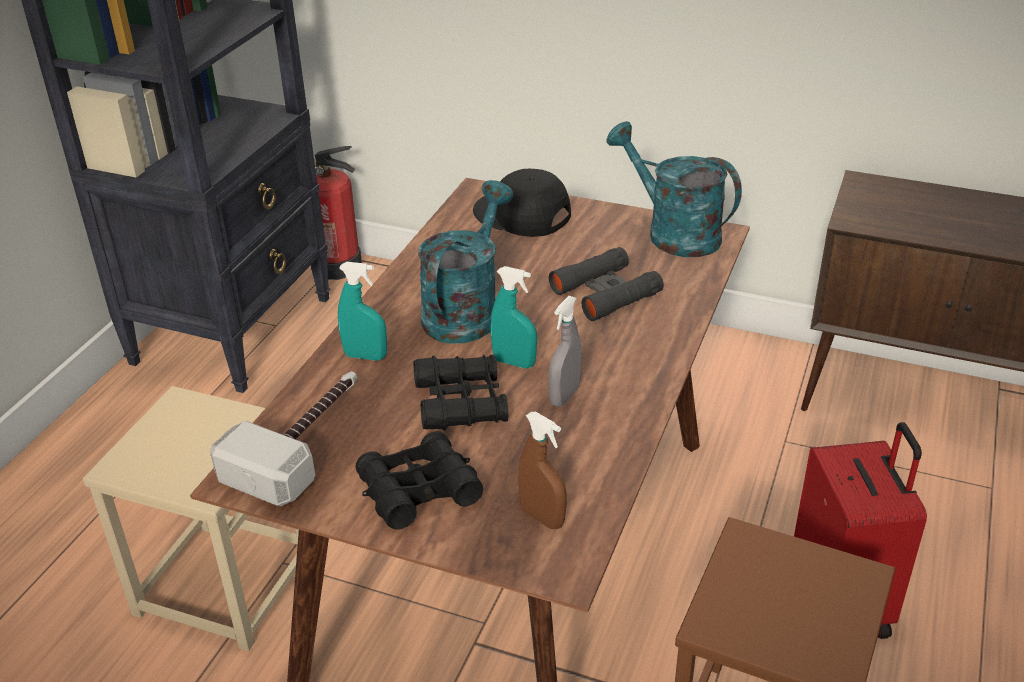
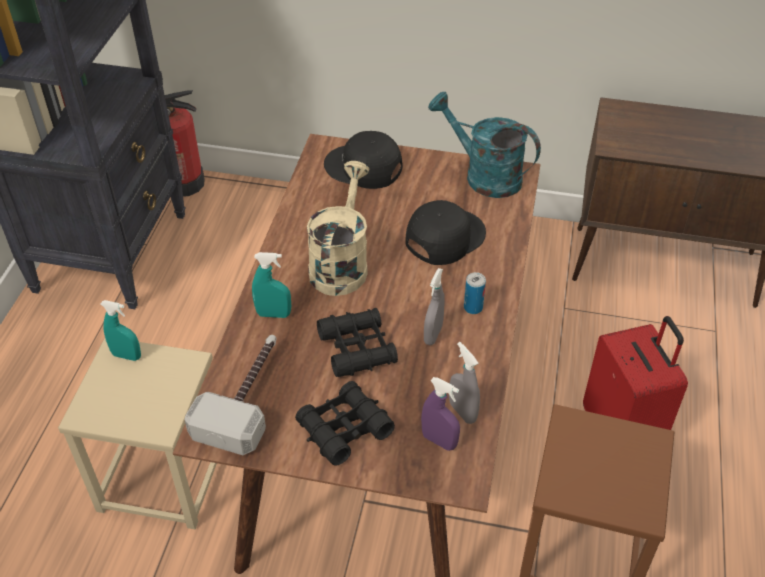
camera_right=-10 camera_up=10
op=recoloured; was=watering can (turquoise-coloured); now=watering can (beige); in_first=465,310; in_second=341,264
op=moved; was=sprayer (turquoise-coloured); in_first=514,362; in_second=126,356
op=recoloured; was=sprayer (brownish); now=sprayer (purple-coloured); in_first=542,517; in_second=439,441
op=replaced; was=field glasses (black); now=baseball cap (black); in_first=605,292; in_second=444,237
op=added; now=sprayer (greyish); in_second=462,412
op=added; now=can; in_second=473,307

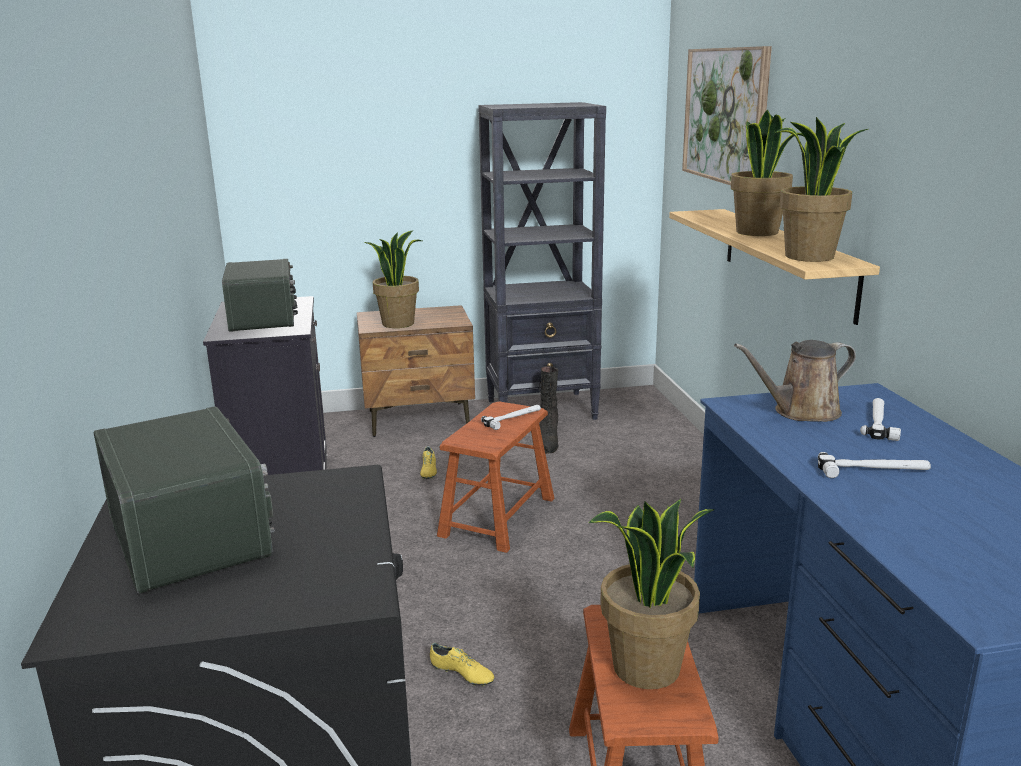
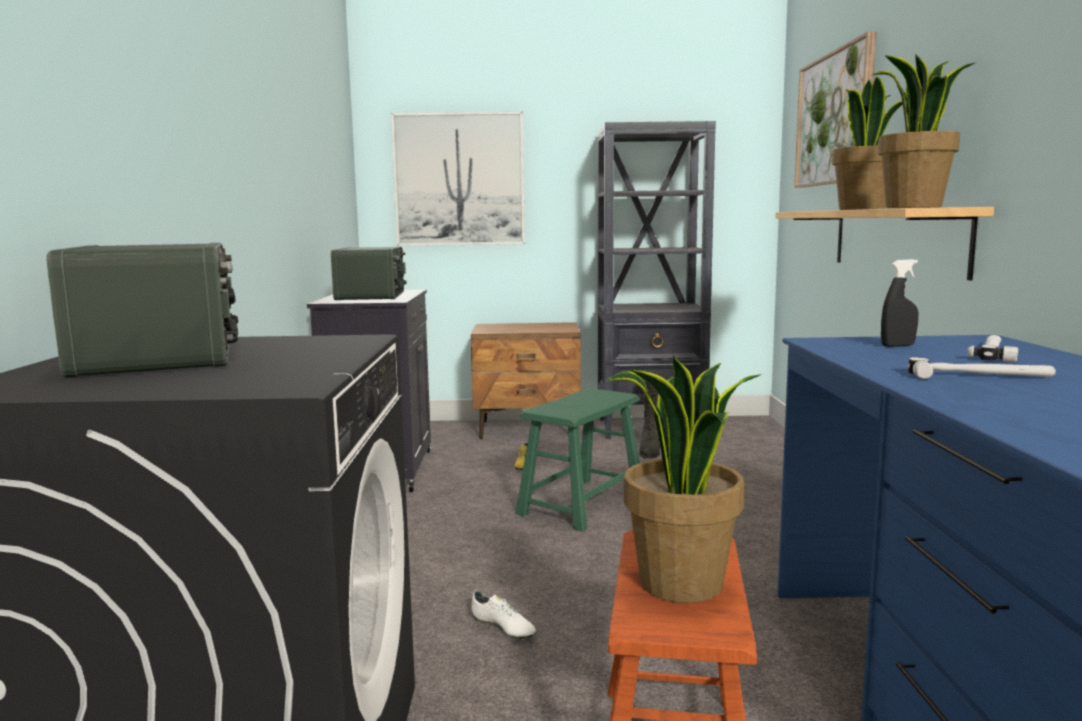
camera_right=10 camera_up=-10
op=removed; was=plant in a pot; in_first=398,323
op=recoloured; was=low shoe (yellowish); now=low shoe (white); in_first=462,674; in_second=503,628
op=recoloured; was=sitting stool (brownish); now=sitting stool (green); in_first=497,517; in_second=582,503
op=removed; was=hand hammer; in_first=513,419
op=replaced; was=watering can (brownish); now=sprayer (black); in_first=801,412; in_second=898,346
op=added; now=picture; in_second=459,179

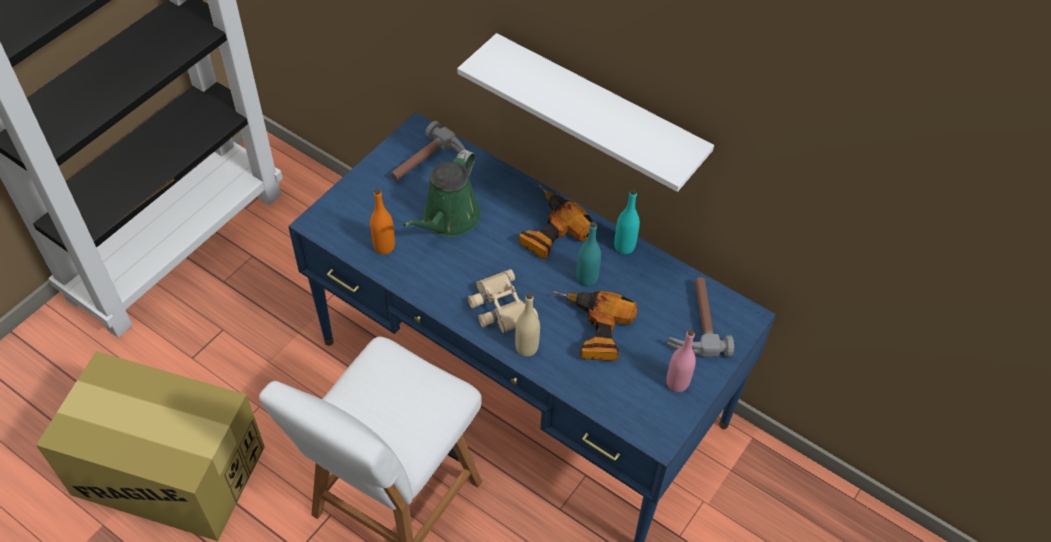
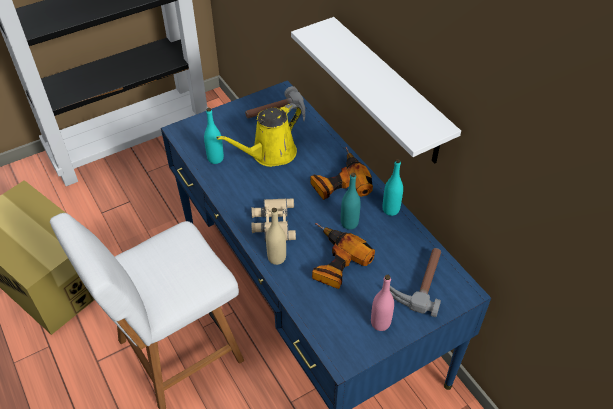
camera_right=25 camera_up=-5
op=recoloured; was=beverage bottle (orange-coloured); now=beverage bottle (turquoise-coloured); in_first=384,247; in_second=215,159
op=recoloured; was=watering can (green); now=watering can (yellowish); in_first=448,220; in_second=270,154

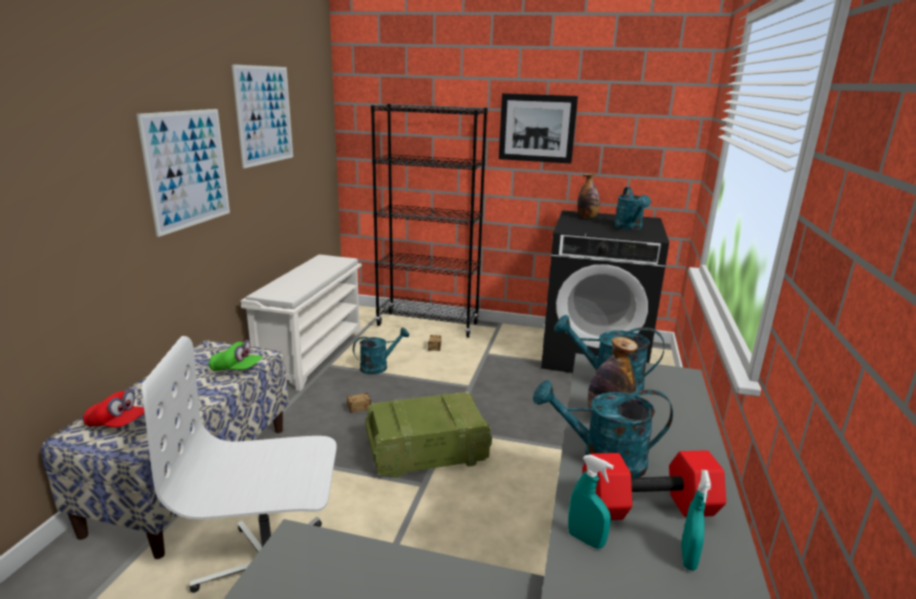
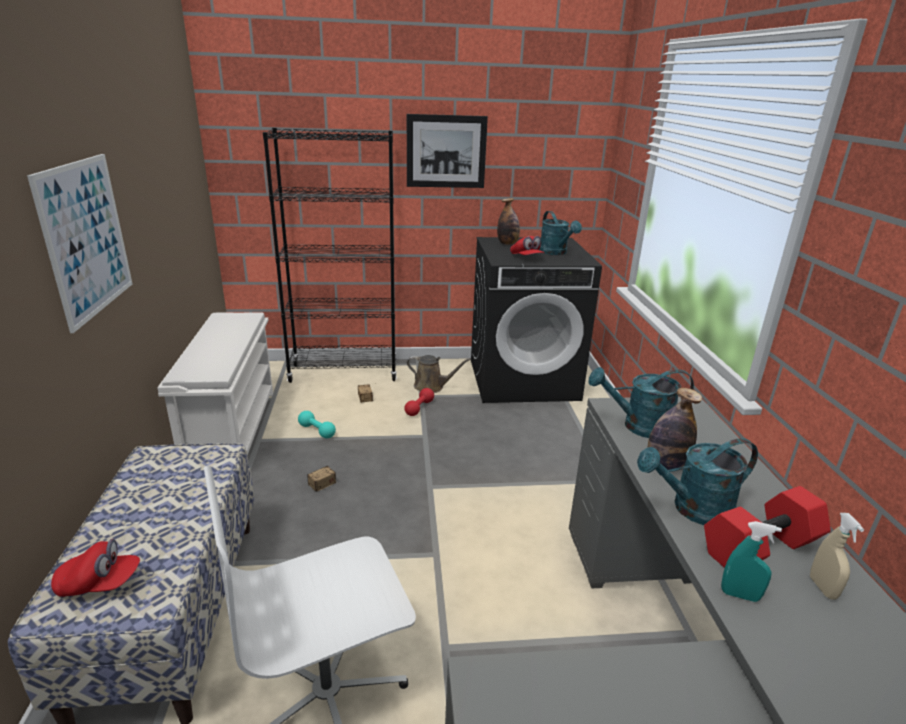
camera_right=-20 camera_up=5
op=removed; was=baseball cap (green); in_first=236,369
op=removed; was=picture; in_first=264,115
op=replaced; was=watering can (turquoise-coloured); now=dumbbell (turquoise-coloured); in_first=378,366; in_second=317,431
op=removed; was=shipping crate; in_first=428,451
op=recoloured; was=sprayer (turquoise-coloured); now=sprayer (beige); in_first=688,558; in_second=822,588
op=added; now=dumbbell (red); in_second=419,408
op=added; now=watering can (brownish); in_second=431,387
op=added; now=baseball cap (red); in_second=526,258

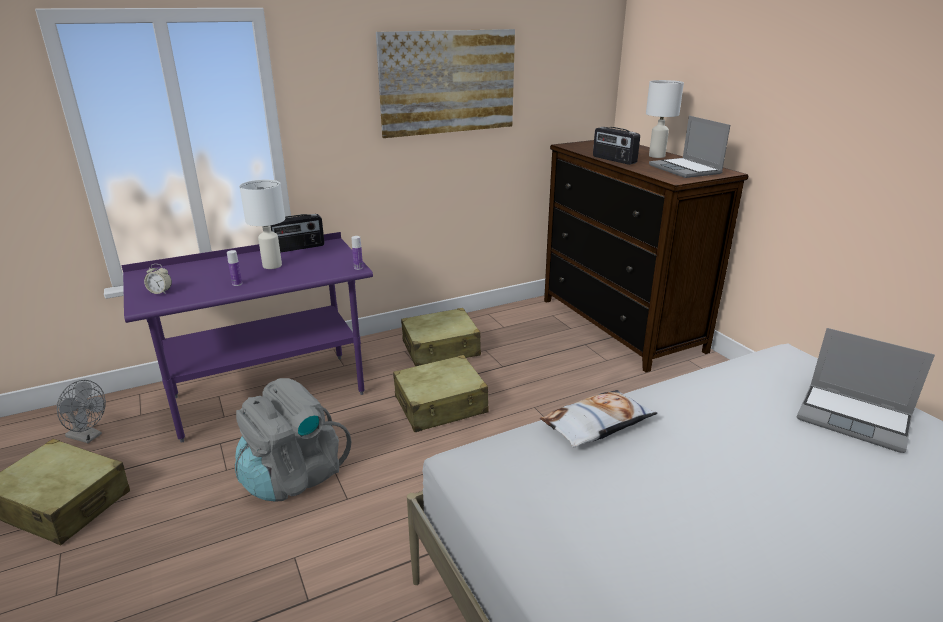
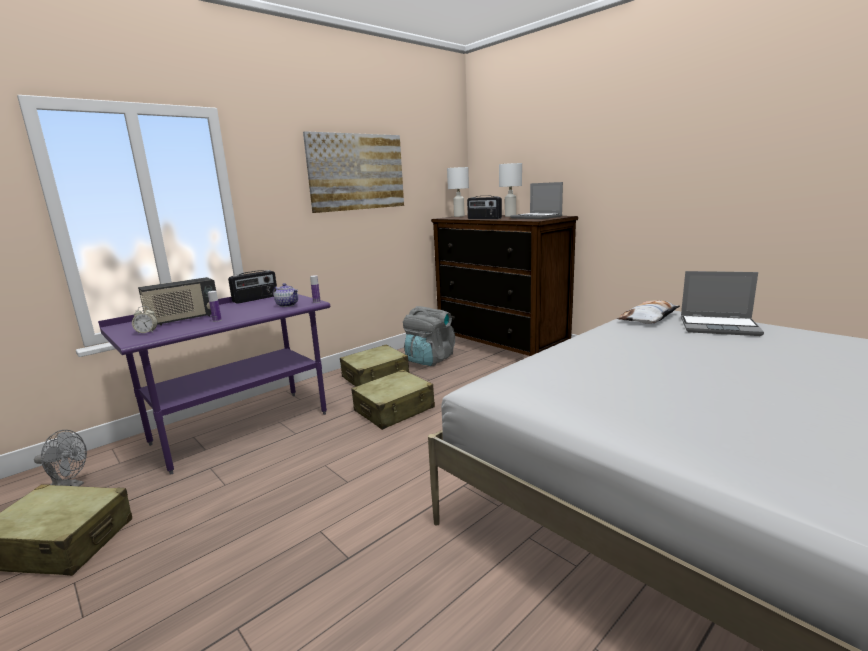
camera_right=-15 camera_up=-10
op=moved; was=knapsack (greyish); in_first=293,476; in_second=429,360
op=moved; was=table lamp (white); in_first=271,265; in_second=458,216
op=moved; was=throw pillow; in_first=597,425; in_second=649,318
op=added; now=radio receiver; in_second=183,319
op=added; now=teapot; in_second=287,305

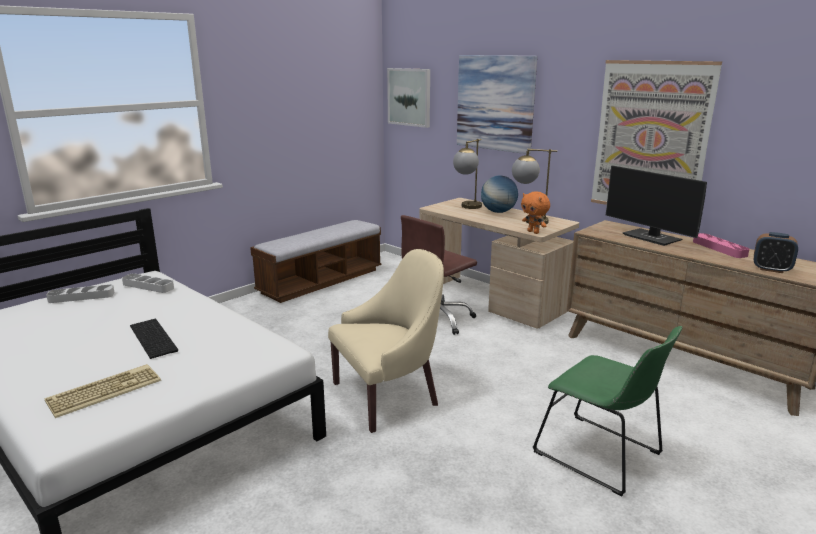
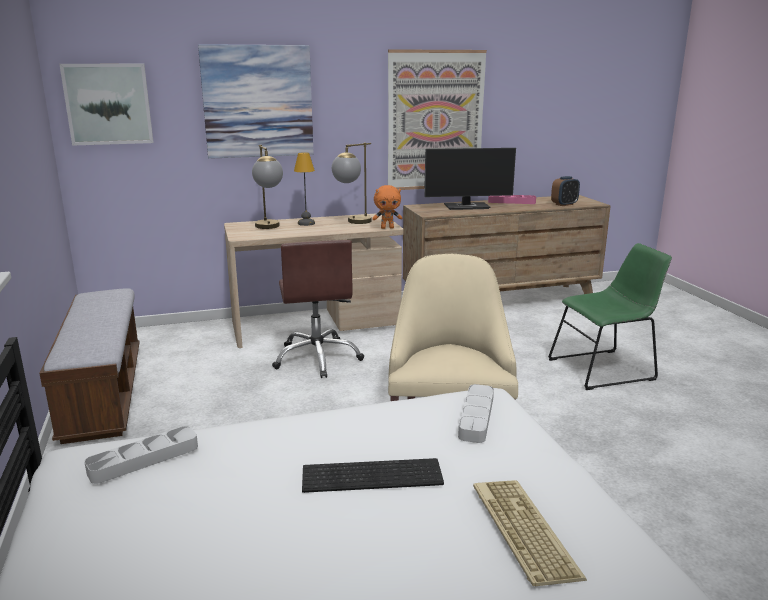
camera_right=-60 camera_up=0
op=moved; was=tray (greyish); in_first=81,297; in_second=476,417
op=replaced; was=globe; now=table lamp; in_first=498,212; in_second=305,223

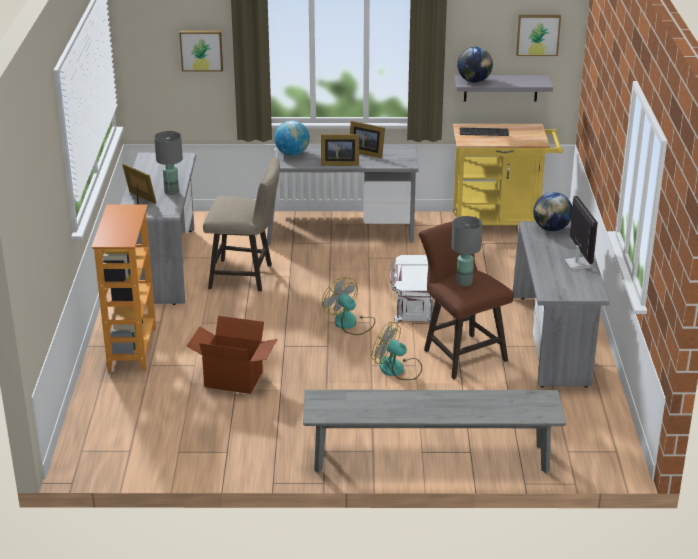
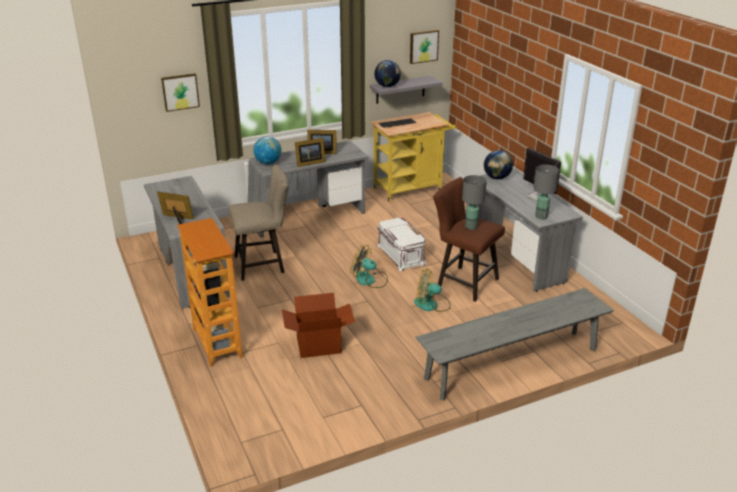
camera_right=-25 camera_up=0
op=moved; was=table lamp (greyish); in_first=172,192; in_second=541,216

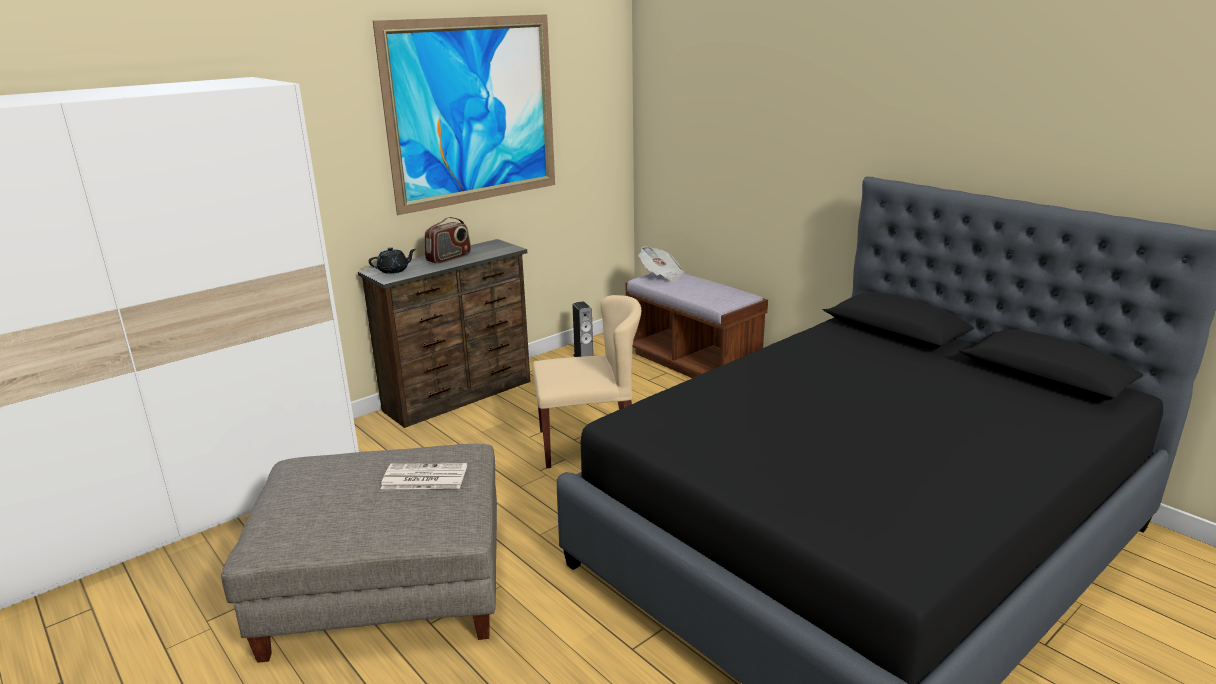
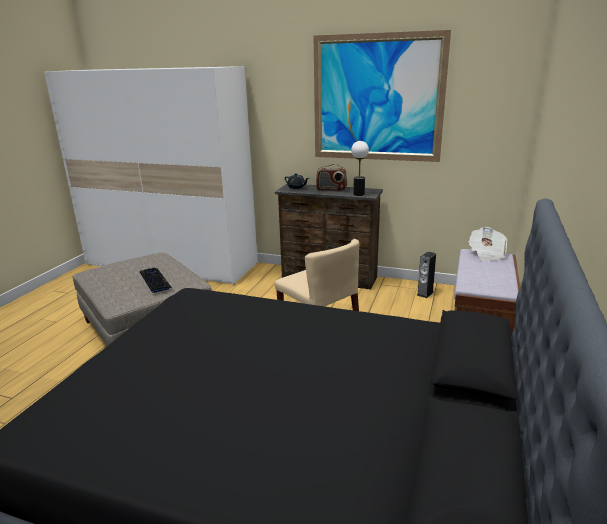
camera_right=60 camera_up=0
op=replaced; was=printed paper; now=computer keyboard; in_first=423,478; in_second=155,280
op=added; now=table lamp; in_second=359,194

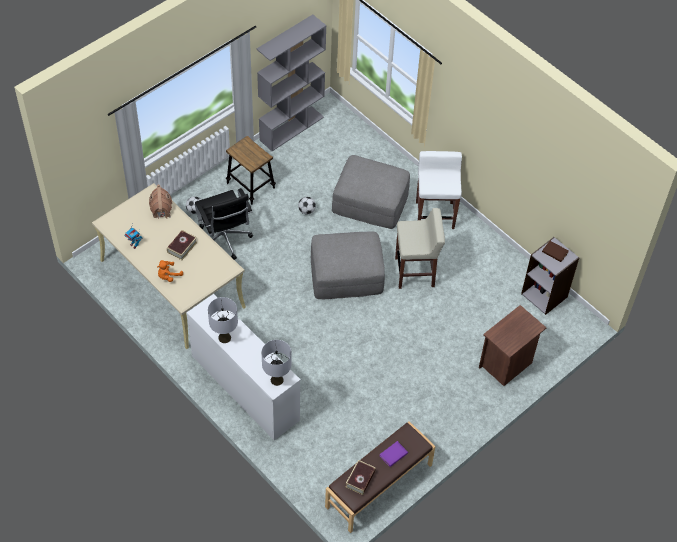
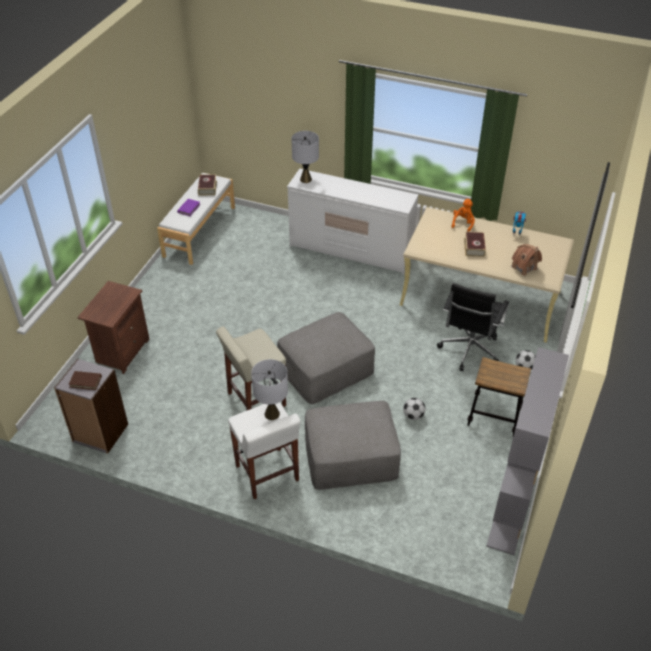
camera_right=155 camera_up=-10
op=turned; was=office chair (black); in_first=225,241; in_second=468,351; clockwise=-105
op=moved; was=table lamp (greyish); in_first=224,338; in_second=272,414
op=recoloured; was=indoor bench (brownish); now=indoor bench (white); in_first=379,486; in_second=199,231

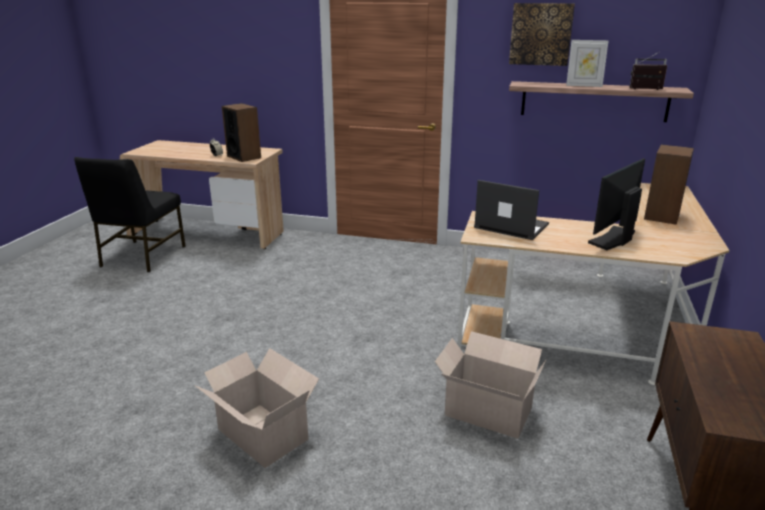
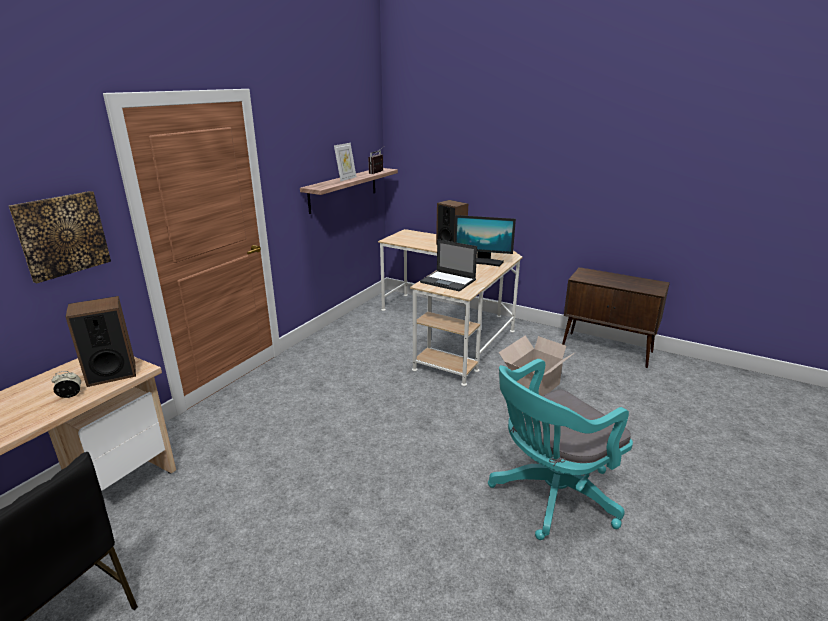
camera_right=-75 camera_up=0
op=replaced; was=packing box; now=office chair (turquoise-coloured); in_first=261,433; in_second=549,496
op=turned; was=notebook computer; in_first=510,226; in_second=448,281; clockwise=-105
op=moved; was=picture; in_first=540,34; in_second=62,235
op=turned; was=monitor; in_first=614,239; in_second=482,262; clockwise=-45

